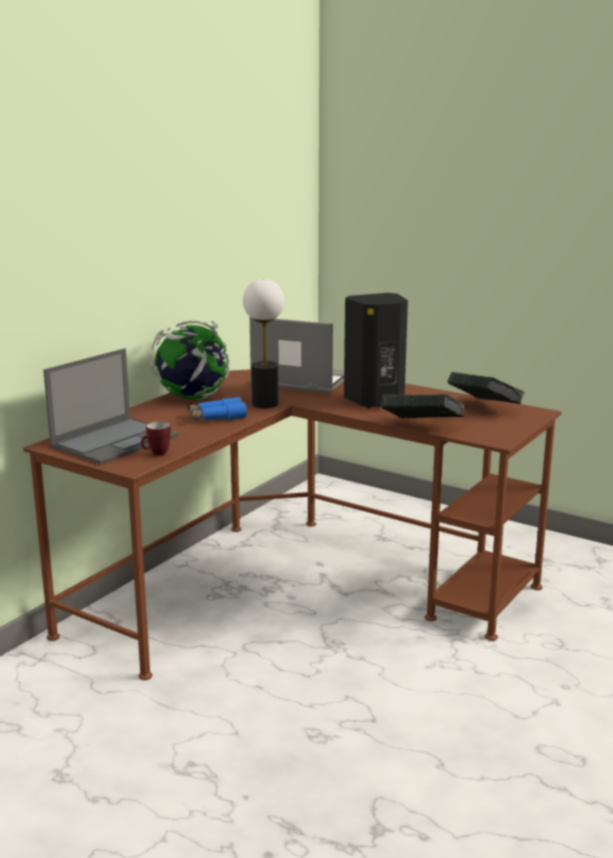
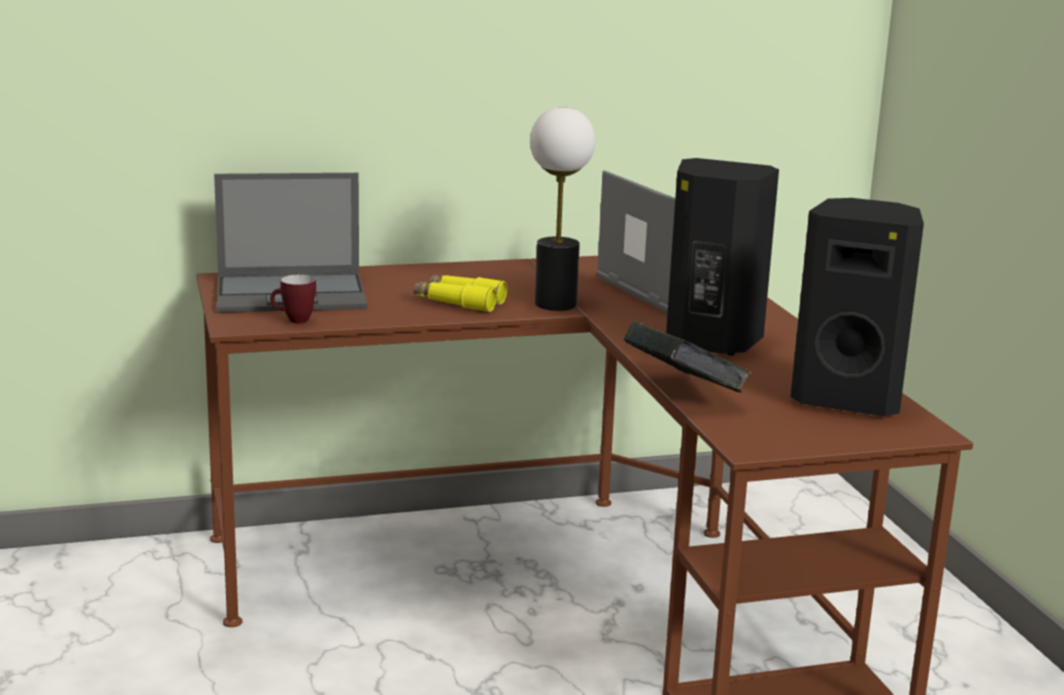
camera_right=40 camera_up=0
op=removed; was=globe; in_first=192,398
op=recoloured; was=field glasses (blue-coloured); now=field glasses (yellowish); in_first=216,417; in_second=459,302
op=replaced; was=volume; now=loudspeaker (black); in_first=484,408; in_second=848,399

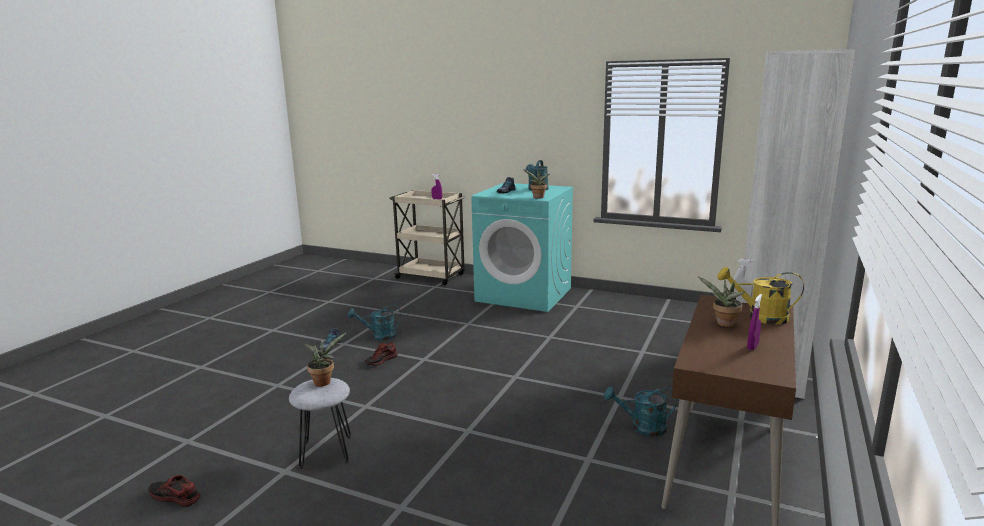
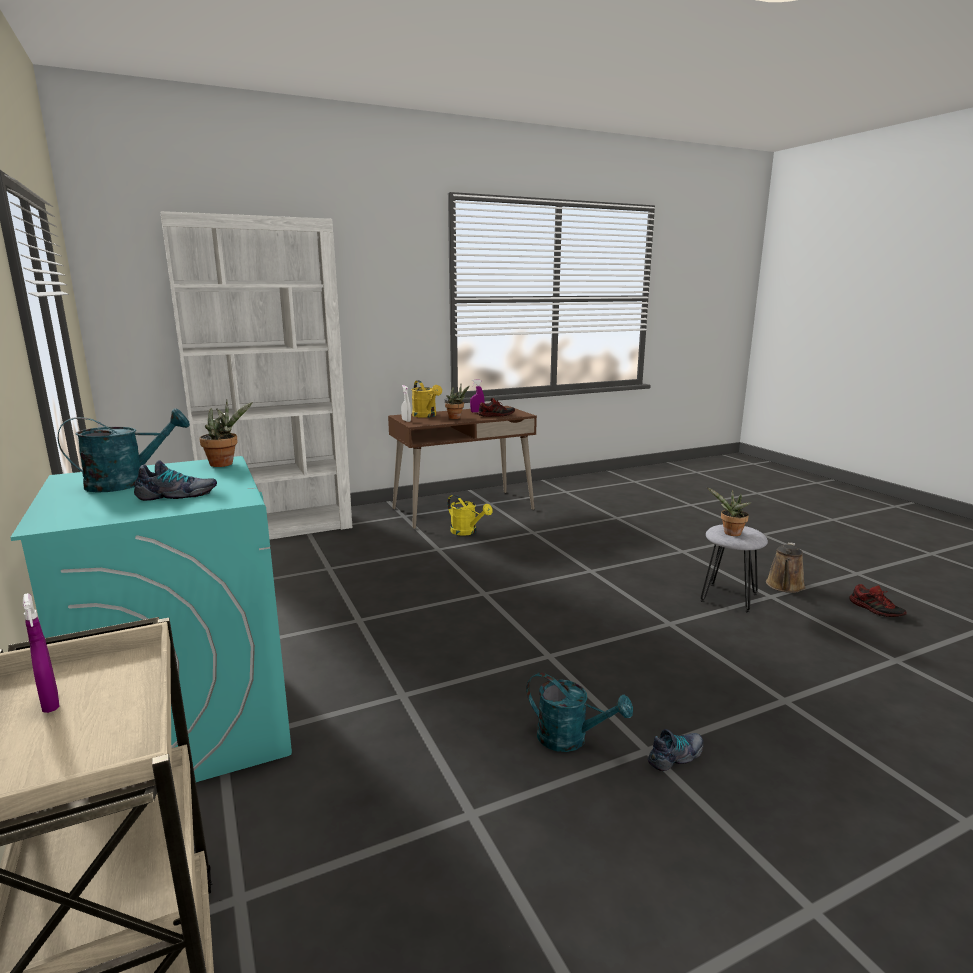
camera_right=-140 camera_up=0
op=moved; was=low shoe; in_first=382,360; in_second=496,415
op=recoloured; was=watering can (turquoise-coloured); now=watering can (yellowish); in_first=642,427; in_second=467,532
op=added; now=watering can (brownish); in_second=785,586

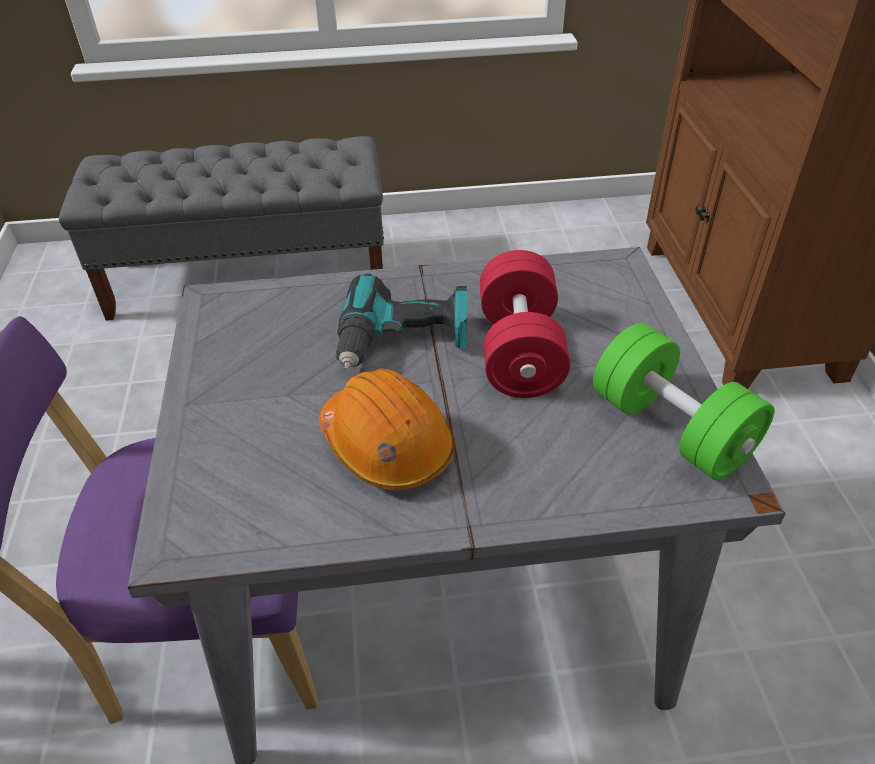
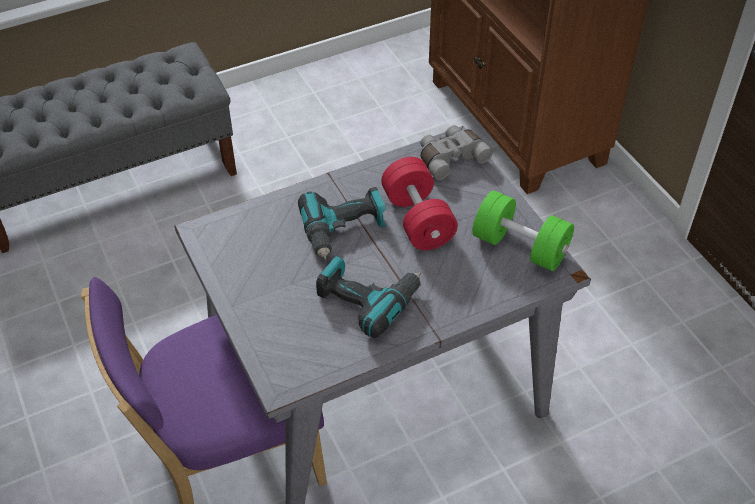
camera_right=-20 camera_up=5
op=replaced; was=safety helmet (orange-coloured); now=drill; in_first=387,445; in_second=367,298
op=added; now=field glasses (greyish); in_second=450,158

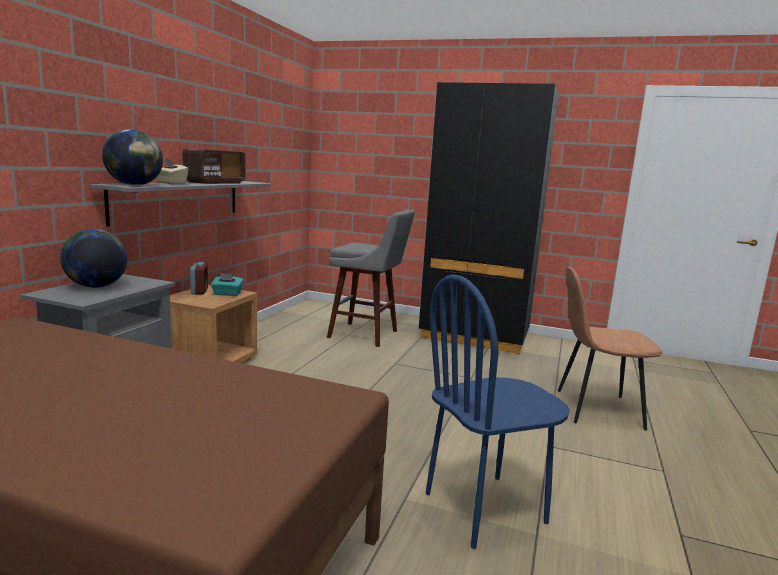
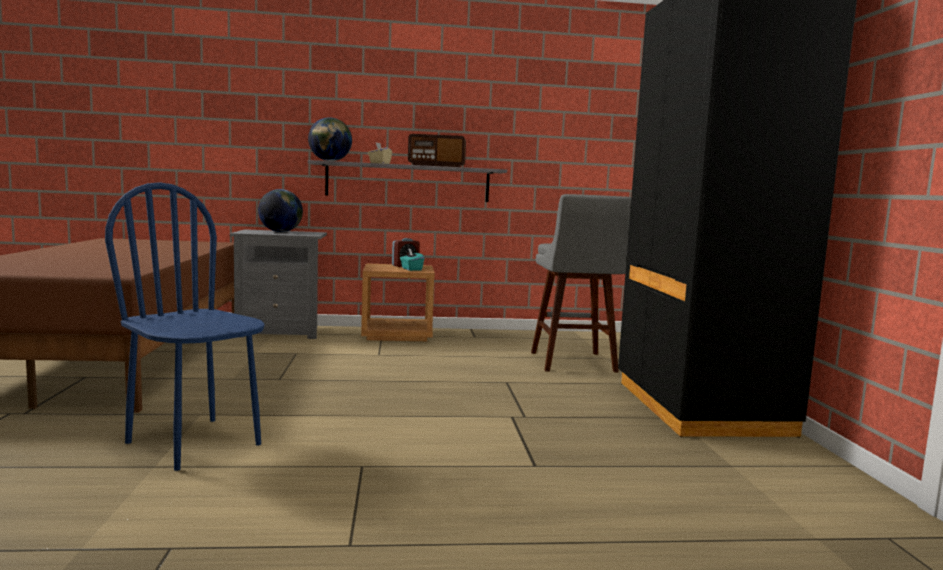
camera_right=65 camera_up=-5
op=removed; was=chair (brownish); in_first=596,409

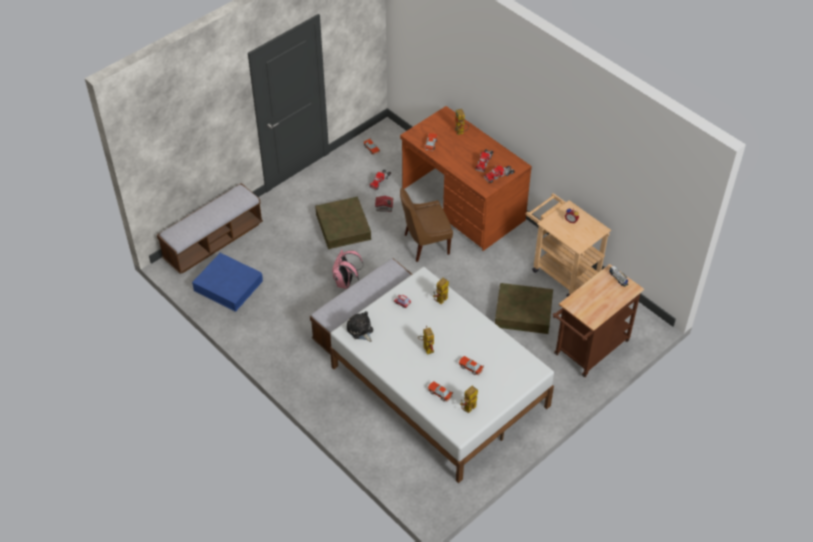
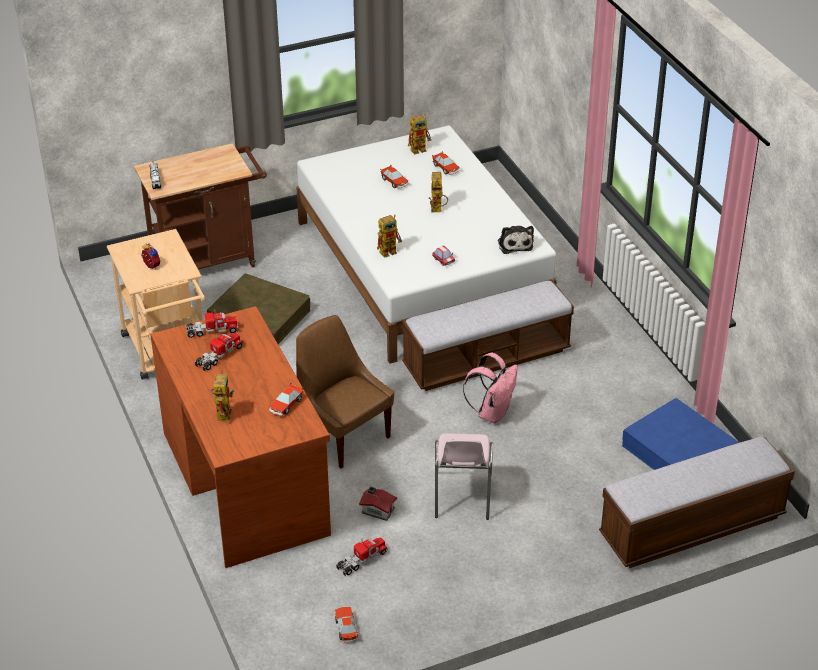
camera_right=-160 camera_up=-10
op=replaced; was=storage box (brownish); now=chair (pink-coloured); in_first=343,226; in_second=462,496
op=turned; was=chair (brownish); in_first=424,244; in_second=344,436; clockwise=-135

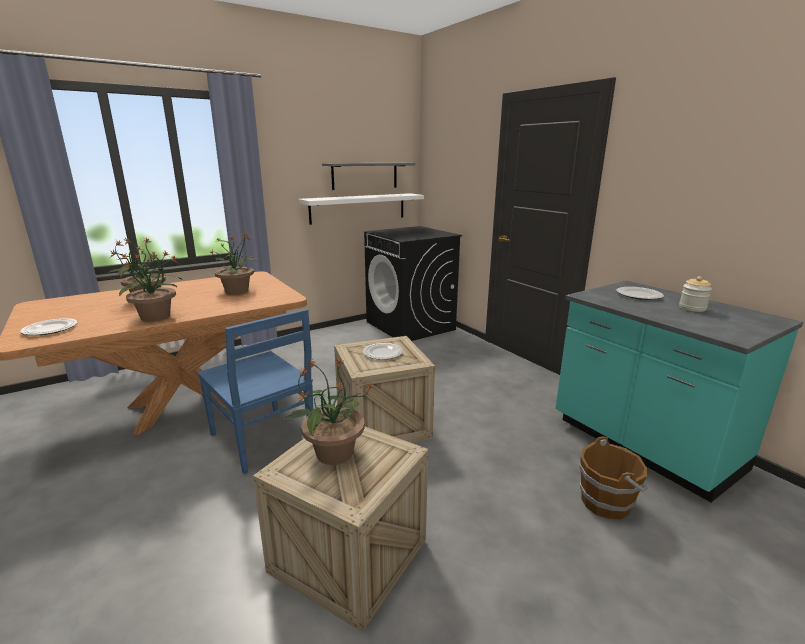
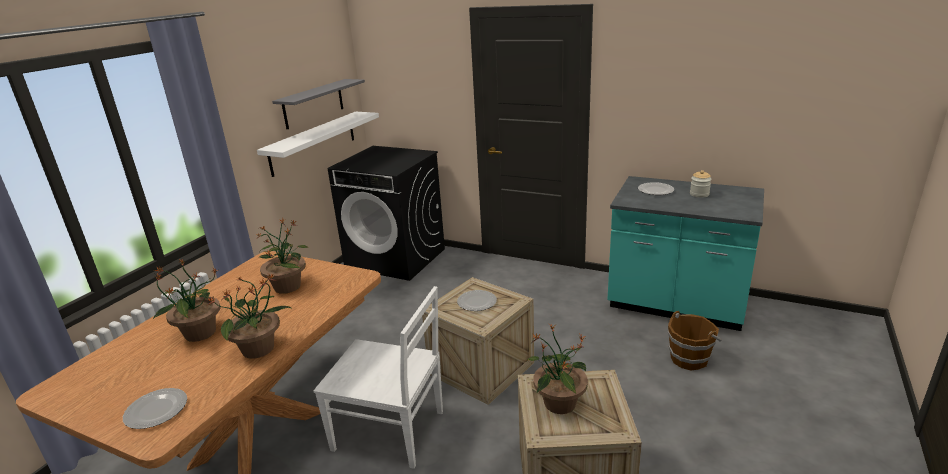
camera_right=-30 camera_up=5
op=recoloured; was=chair (blue-coloured); now=chair (white); in_first=263,440; in_second=391,431

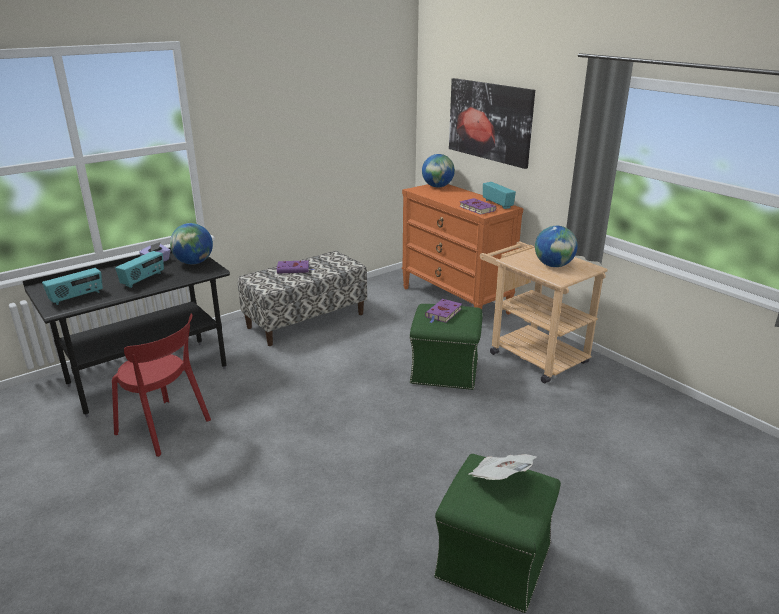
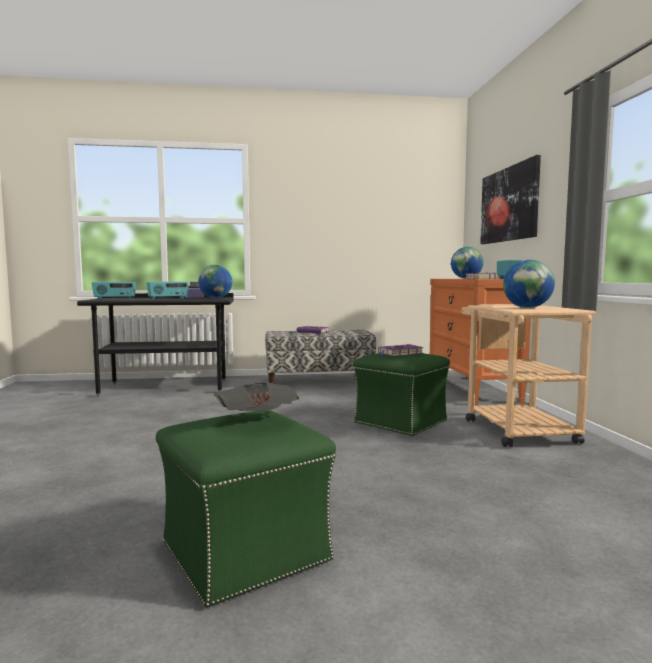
camera_right=30 camera_up=-20
op=removed; was=chair (red); in_first=166,428

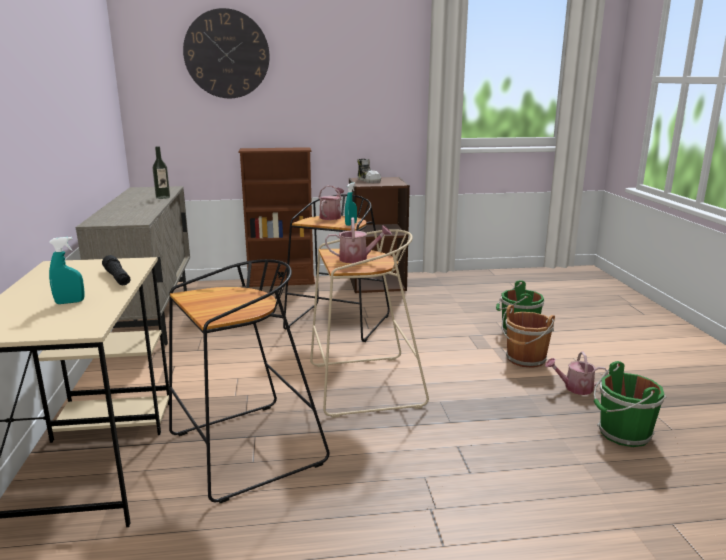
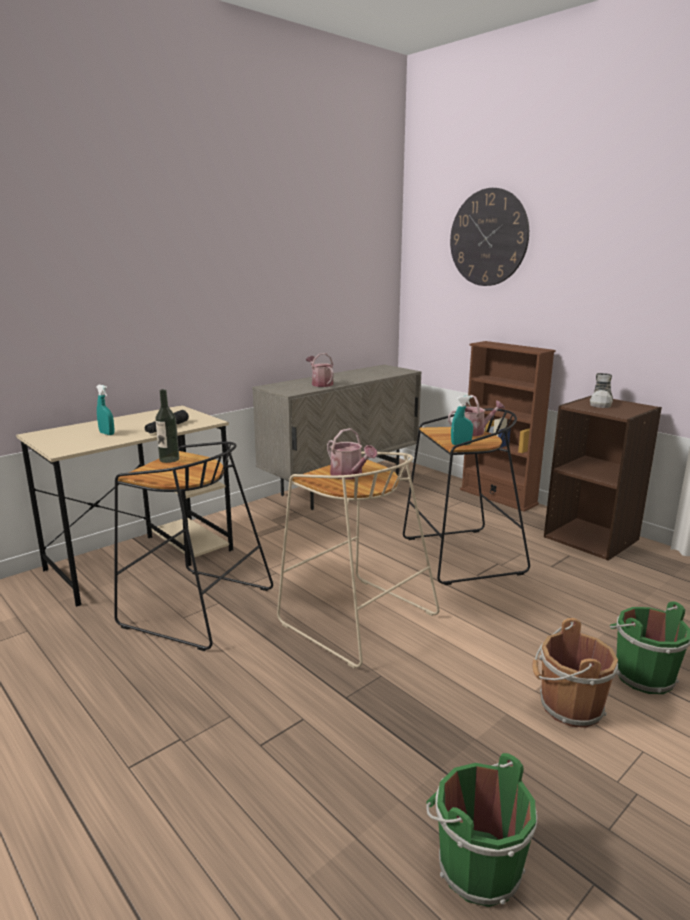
camera_right=55 camera_up=0
op=moved; was=beverage bottle; in_first=163,197; in_second=169,459
op=moved; was=watering can; in_first=574,388; in_second=320,384

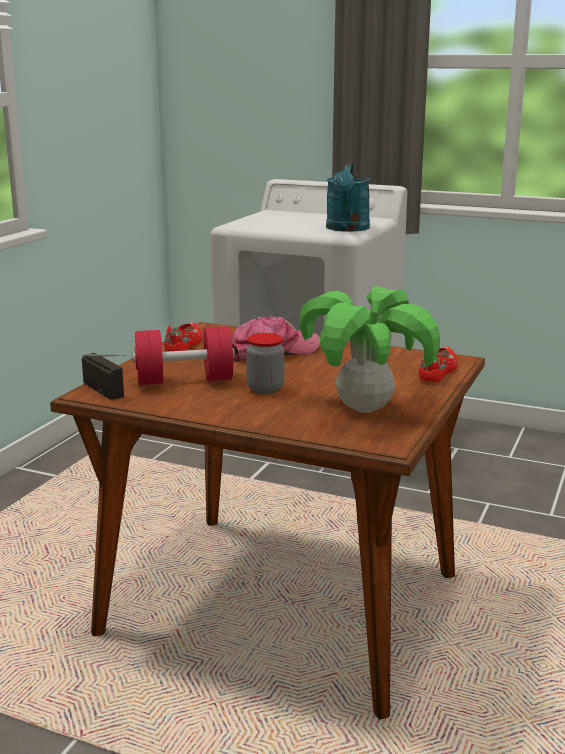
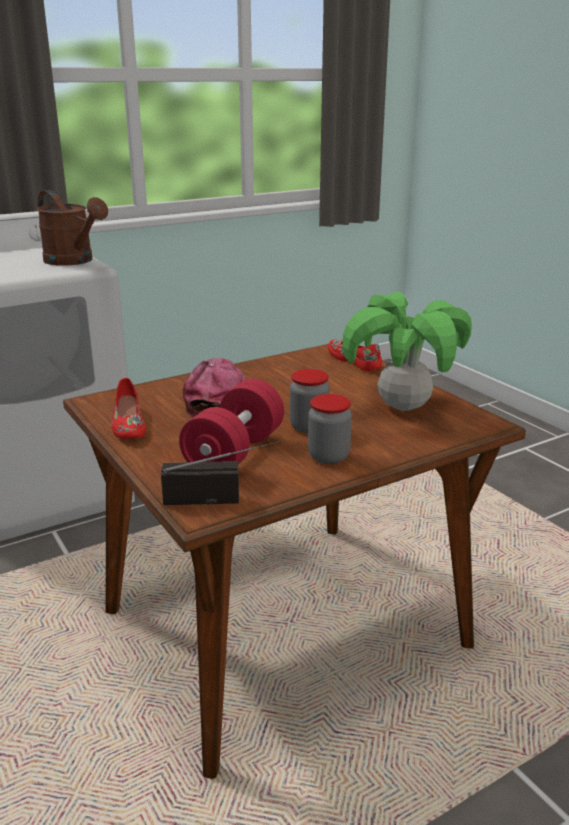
camera_right=-55 camera_up=5
op=turned; was=low shoe (red); in_first=184,344; in_second=128,424; clockwise=-150
op=recoloured; was=watering can (turquoise-coloured); now=watering can (brownish); in_first=347,229; in_second=74,261
op=added; now=preserve jar; in_second=328,456

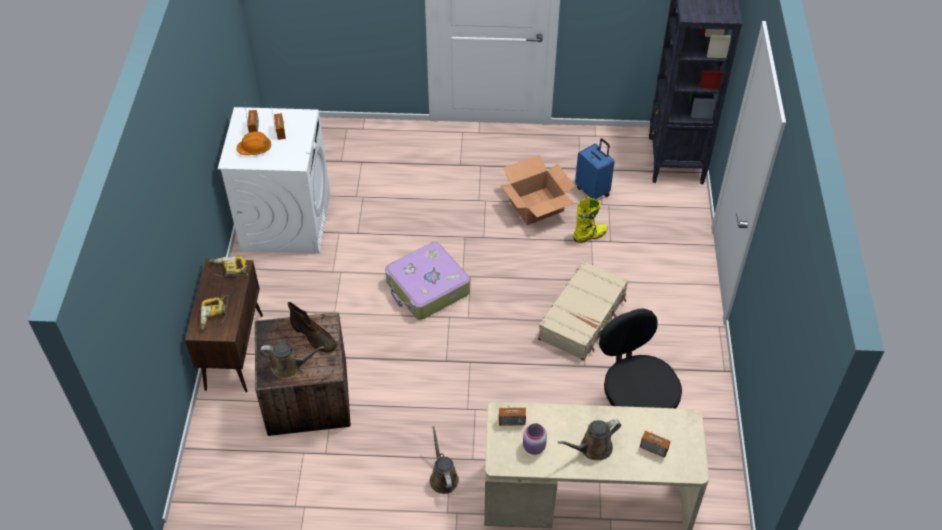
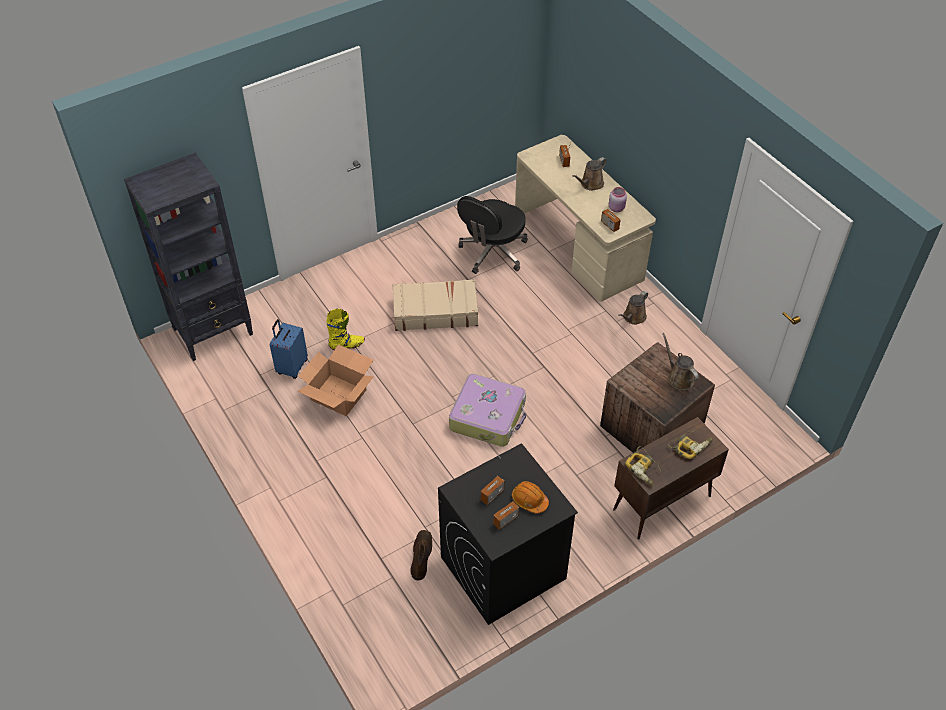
camera_right=-125 camera_up=0
op=recoloured; was=laundry machine (white); now=laundry machine (black); in_first=286,220; in_second=502,568
op=moved; was=tall boot (brownish); in_first=314,336; in_second=421,556
op=turned; was=watering can (brownish); in_first=592,448; in_second=590,184; clockwise=105
op=turned; was=tall boot (yellowish); in_first=590,236; in_second=347,345; clockwise=135

